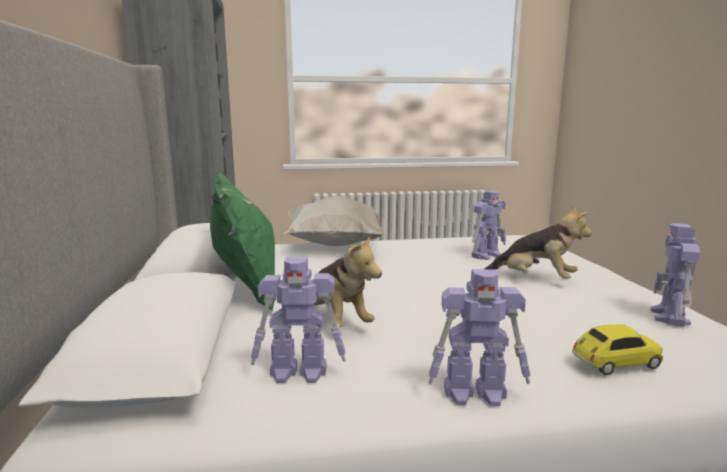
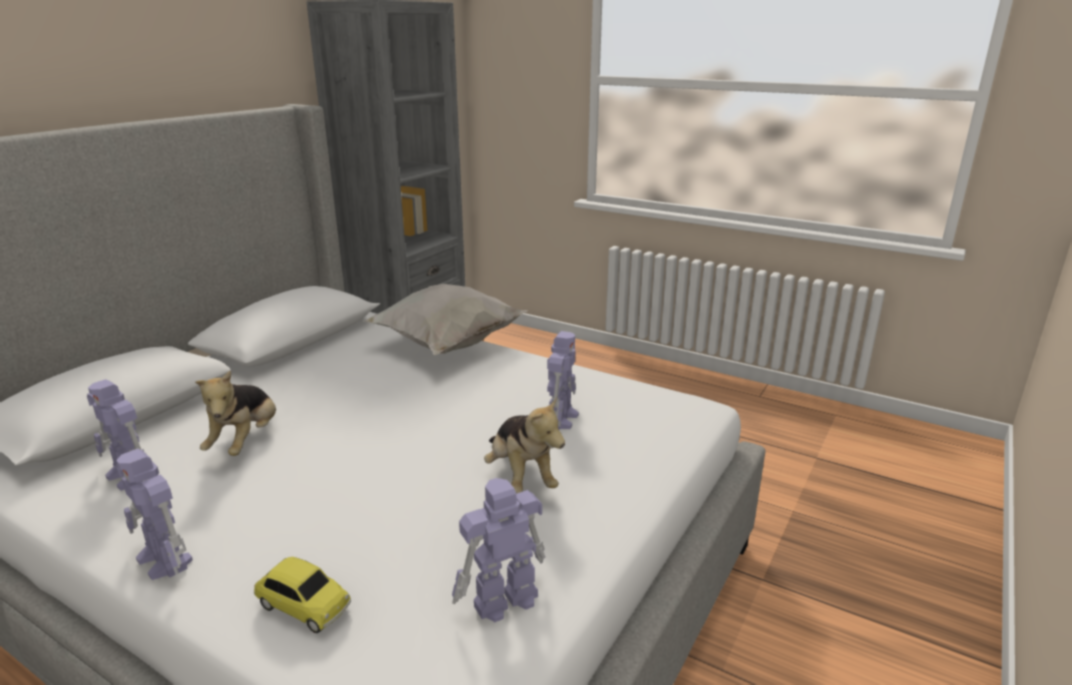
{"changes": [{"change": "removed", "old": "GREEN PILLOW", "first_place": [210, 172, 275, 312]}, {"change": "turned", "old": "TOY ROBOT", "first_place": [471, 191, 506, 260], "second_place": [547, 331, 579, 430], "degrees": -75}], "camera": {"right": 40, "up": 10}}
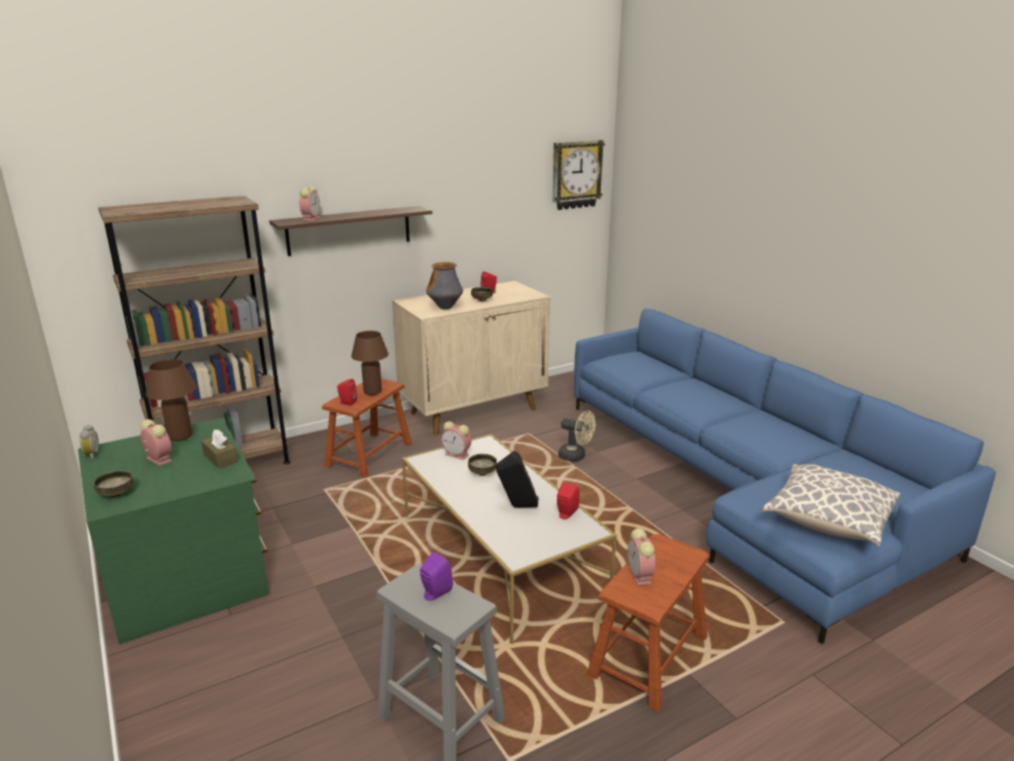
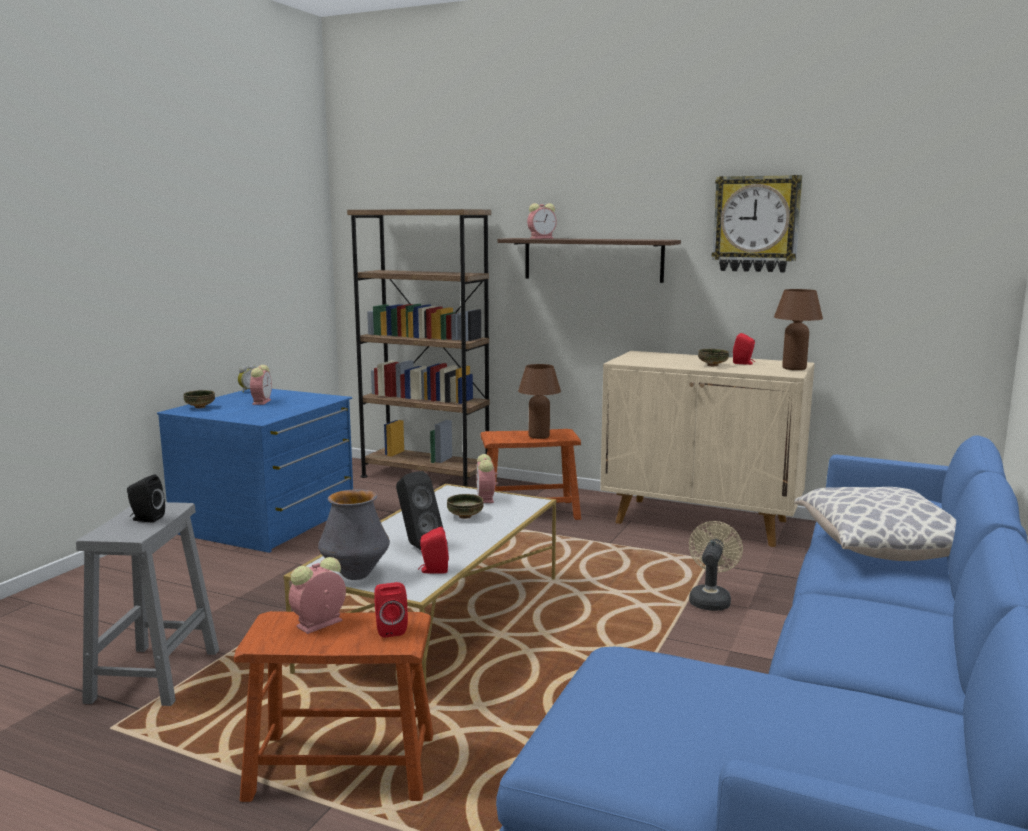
{"changes": [{"change": "removed", "old": "BROWN TISSUE BOX", "first_place": [201, 429, 238, 469]}, {"change": "moved", "old": "BROWN TABLE LAMP", "first_place": [146, 359, 197, 441], "second_place": [774, 289, 823, 370]}, {"change": "moved", "old": "RED SPEAKER", "first_place": [337, 379, 357, 406], "second_place": [374, 582, 408, 638]}, {"change": "moved", "old": "VASE", "first_place": [426, 262, 463, 309], "second_place": [318, 489, 390, 580]}, {"change": "moved", "old": "WALL CLOCK", "first_place": [552, 140, 605, 210], "second_place": [712, 175, 802, 272]}, {"change": "moved", "old": "PILLOW", "first_place": [761, 464, 900, 546], "second_place": [794, 487, 956, 561]}, {"change": "recoloured", "old": "GREEN DRESSER", "new": "BLUE DRESSER", "first_place": [78, 418, 269, 644], "second_place": [157, 389, 353, 553]}, {"change": "recoloured", "old": "PURPLE SPEAKER", "new": "BLACK SPEAKER", "first_place": [420, 552, 453, 601], "second_place": [127, 475, 165, 523]}, {"change": "turned", "old": "BEIGE FAN", "first_place": [558, 410, 595, 462], "second_place": [689, 521, 743, 611], "degrees": -150}], "camera": {"right": 55, "up": -10}}
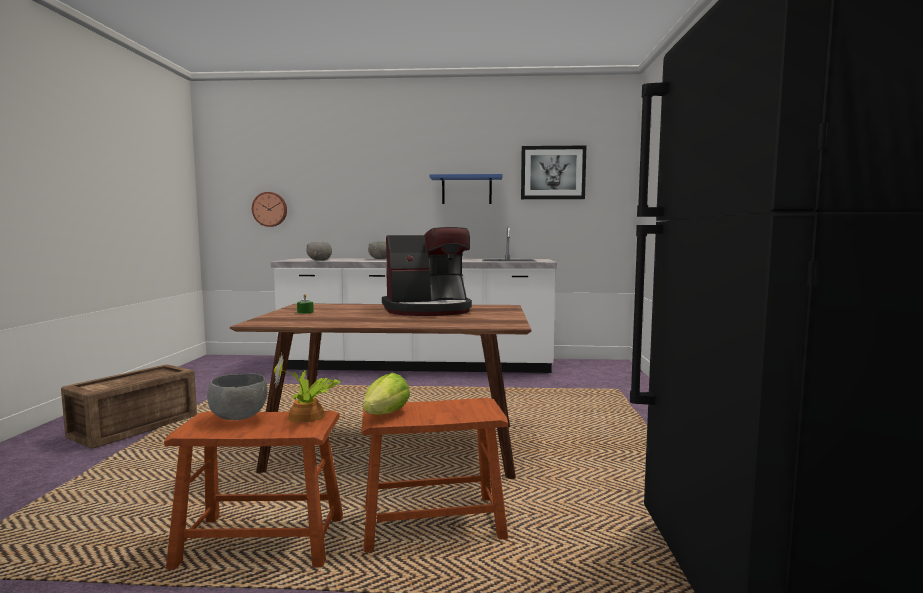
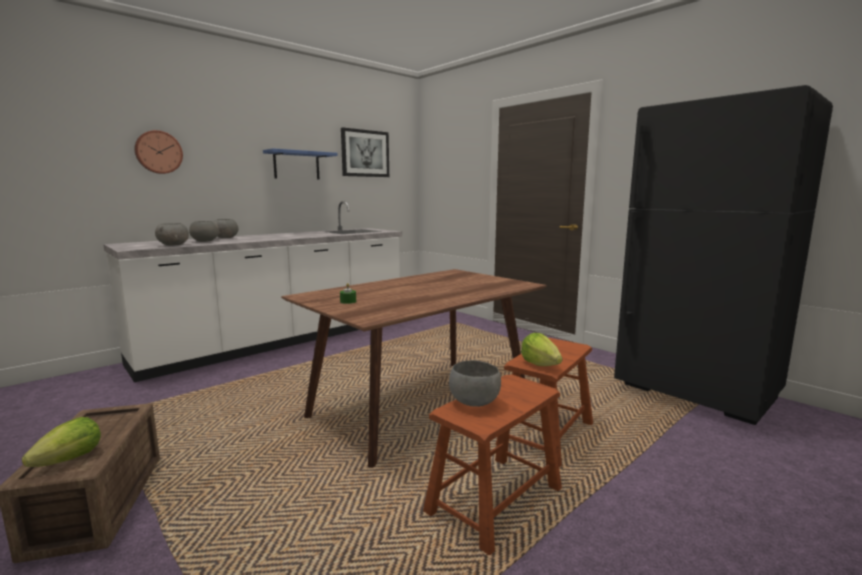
{"changes": [{"change": "removed", "old": "POTTED PLANT", "first_place": [274, 352, 341, 423]}, {"change": "removed", "old": "COFFEE MACHINE", "first_place": [382, 227, 472, 316]}, {"change": "added", "new": "LETTUCE", "second_place": [22, 417, 101, 467]}, {"change": "added", "new": "GREY BOWL", "second_place": [189, 221, 219, 242]}, {"change": "moved", "old": "WALL CLOCK", "first_place": [252, 192, 287, 227], "second_place": [134, 130, 183, 174]}], "camera": {"right": -45, "up": 5}}
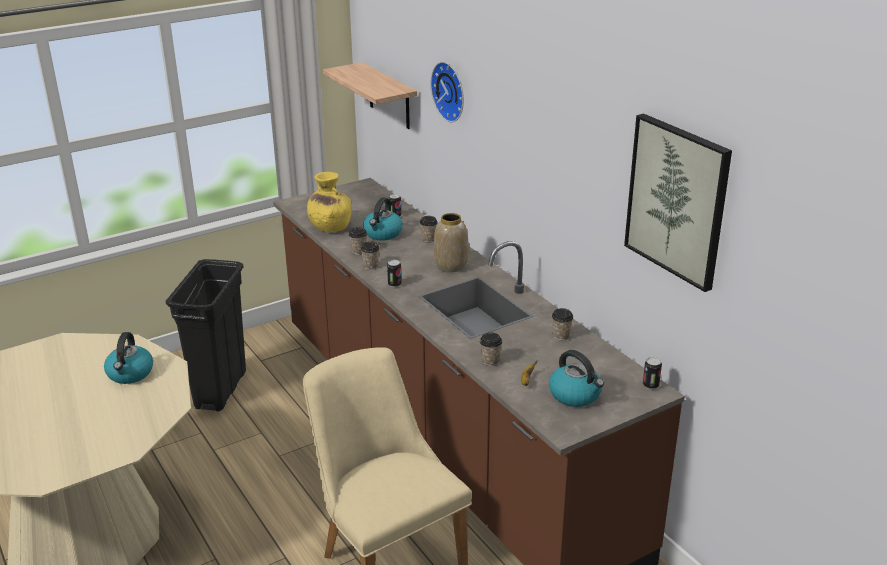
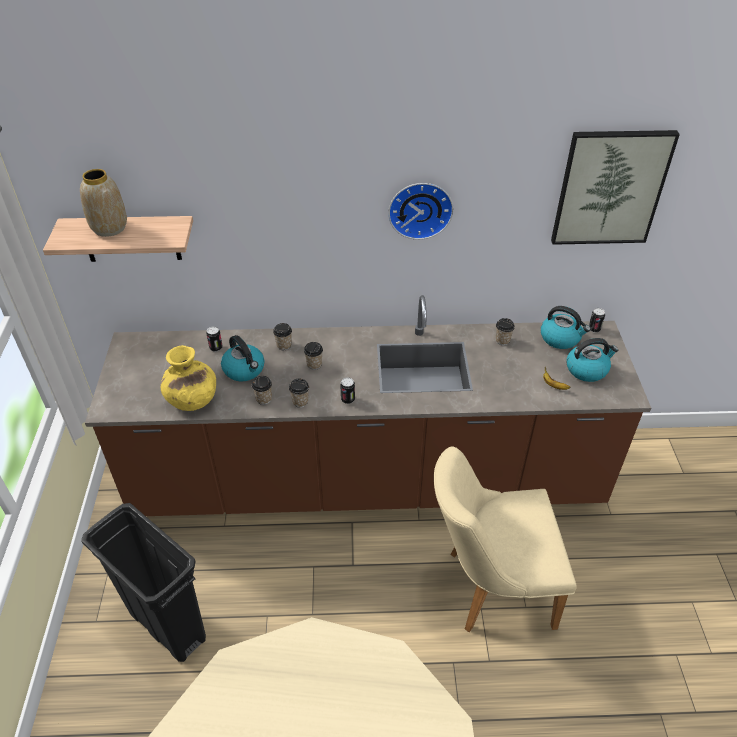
{"changes": [{"change": "moved", "old": "KETTLE", "first_place": [104, 332, 153, 384], "second_place": [541, 306, 591, 349]}, {"change": "moved", "old": "WALL CLOCK", "first_place": [430, 62, 464, 122], "second_place": [388, 183, 454, 240]}, {"change": "moved", "old": "VASE", "first_place": [434, 213, 469, 272], "second_place": [80, 169, 127, 237]}, {"change": "moved", "old": "CUP", "first_place": [480, 333, 502, 366], "second_place": [304, 342, 323, 370]}], "camera": {"right": -60, "up": 15}}
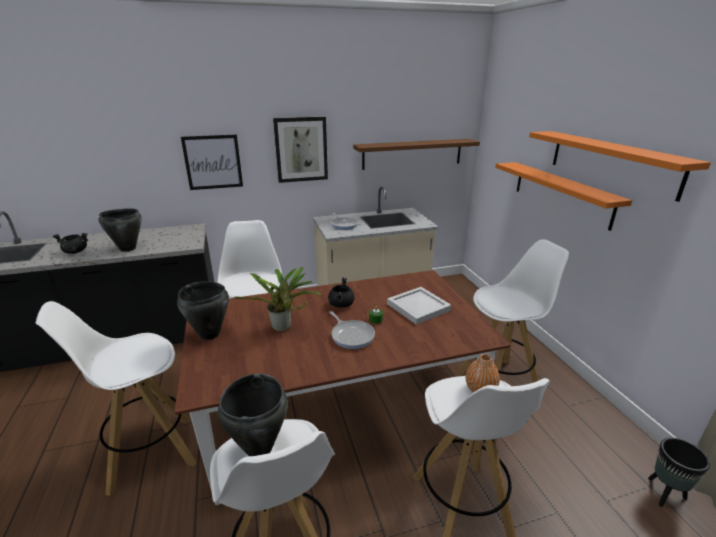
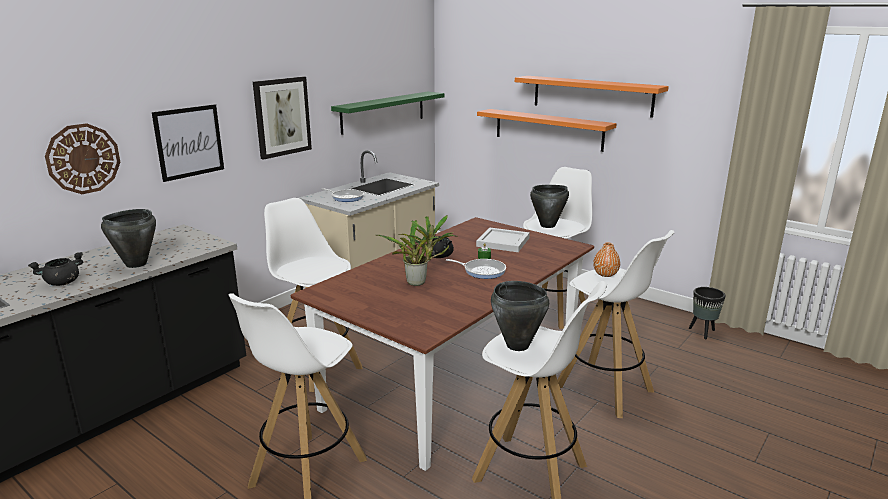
{"changes": [{"change": "added", "new": "WALL CLOCK", "second_place": [45, 123, 120, 194]}, {"change": "moved", "old": "BLACK COOKING POT", "first_place": [177, 281, 229, 340], "second_place": [530, 185, 569, 228]}, {"change": "recoloured", "old": "BROWN SHELF", "new": "GREEN SHELF", "first_place": [353, 139, 480, 170], "second_place": [331, 92, 444, 135]}], "camera": {"right": -35, "up": -5}}
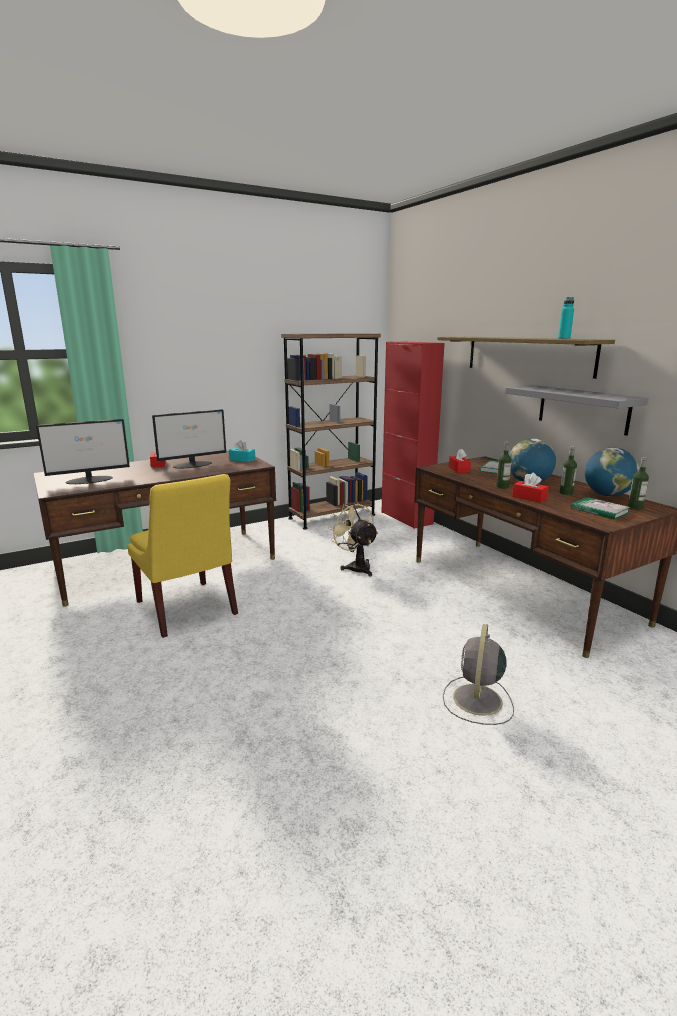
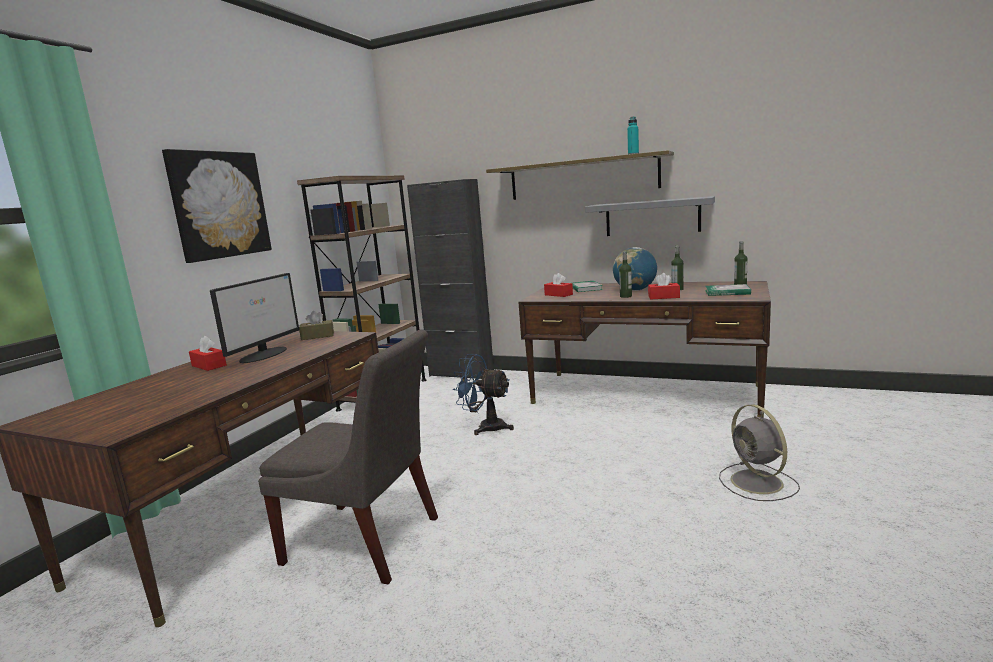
{"changes": [{"change": "removed", "old": "MONITOR", "first_place": [36, 419, 130, 484]}, {"change": "removed", "old": "GLOBE", "first_place": [585, 448, 639, 497]}, {"change": "added", "new": "PICTURE", "second_place": [162, 149, 272, 263]}, {"change": "recoloured", "old": "YELLOW CHAIR", "new": "GREY CHAIR", "first_place": [127, 474, 238, 638], "second_place": [258, 330, 438, 584]}, {"change": "recoloured", "old": "TURQUOISE TISSUE BOX", "new": "BROWN TISSUE BOX", "first_place": [229, 440, 255, 462], "second_place": [299, 311, 334, 340]}, {"change": "recoloured", "old": "BEIGE FAN", "new": "BLUE FAN", "first_place": [328, 502, 378, 577], "second_place": [453, 354, 514, 435]}, {"change": "recoloured", "old": "RED CABINET", "new": "BLACK CABINET", "first_place": [381, 342, 444, 529], "second_place": [407, 179, 494, 379]}], "camera": {"right": -35, "up": -5}}
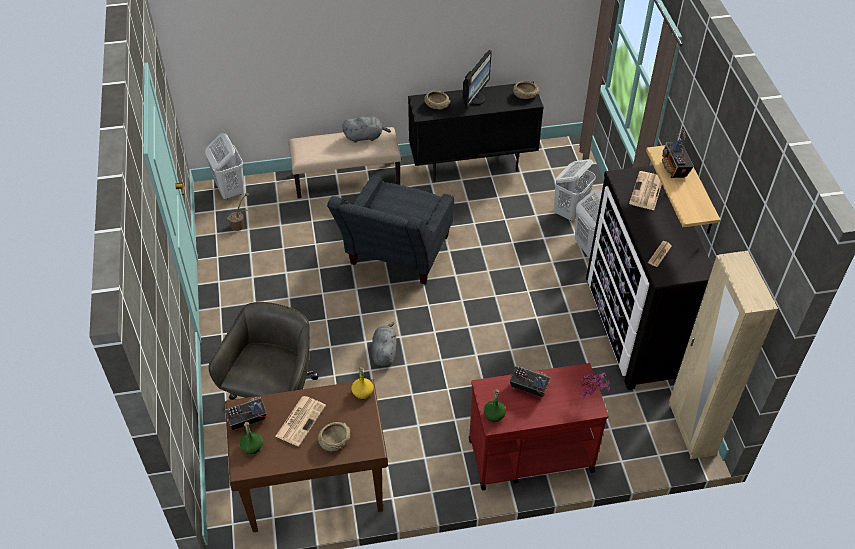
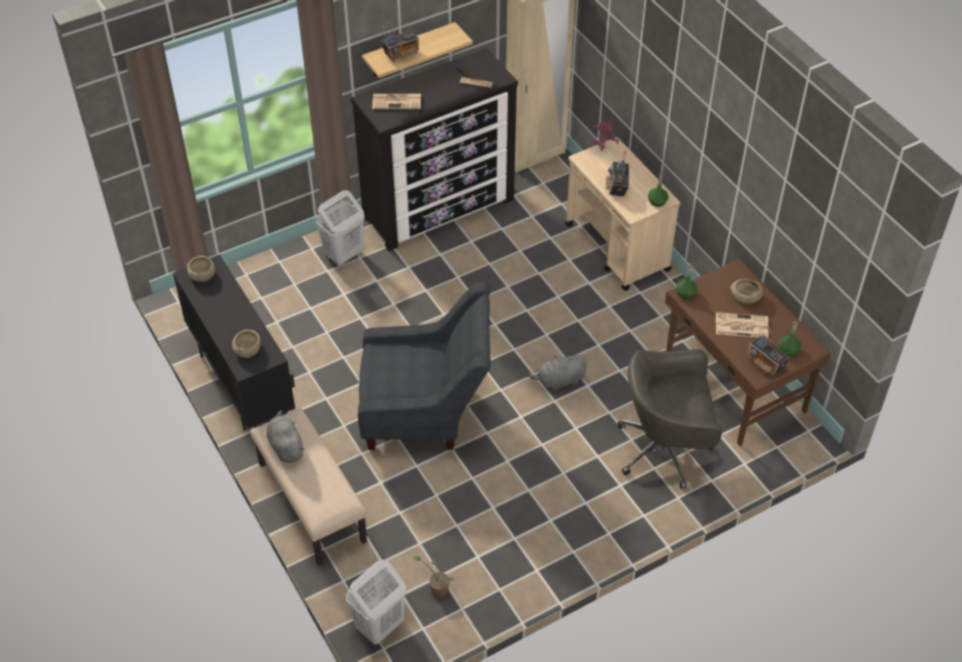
{"changes": [{"change": "removed", "old": "MONITOR", "first_place": [463, 50, 492, 108]}, {"change": "removed", "old": "WHITE LAUNDRY BASKET", "first_place": [554, 159, 596, 221]}, {"change": "recoloured", "old": "YELLOW BOTTLE", "new": "GREEN BOTTLE", "first_place": [351, 367, 373, 399], "second_place": [676, 264, 698, 299]}, {"change": "recoloured", "old": "RED CART", "new": "BEIGE CART", "first_place": [469, 363, 609, 490], "second_place": [565, 137, 680, 291]}], "camera": {"right": -110, "up": 0}}
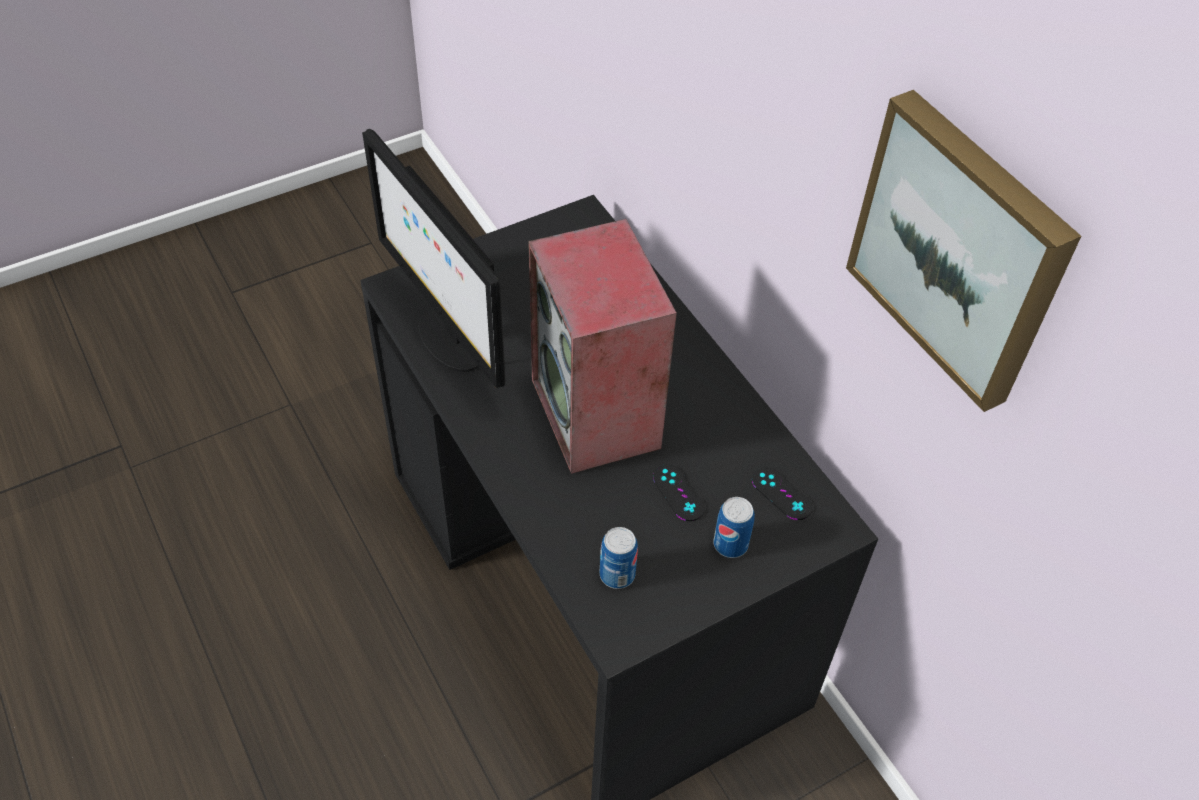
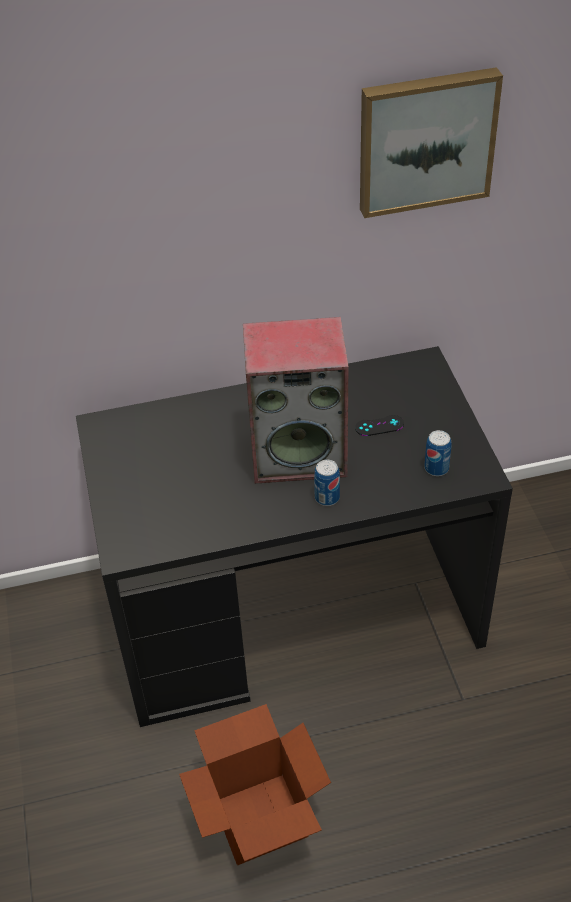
{"changes": [{"change": "removed", "old": "MONITOR", "first_place": [362, 129, 505, 389]}, {"change": "removed", "old": "BLACK GAME CONTROLLER", "first_place": [752, 467, 813, 520]}, {"change": "added", "new": "CARDBOARD BOX", "second_place": [179, 704, 331, 865]}, {"change": "moved", "old": "CAN", "first_place": [713, 497, 755, 558], "second_place": [314, 459, 340, 506]}], "camera": {"right": -70, "up": -5}}
